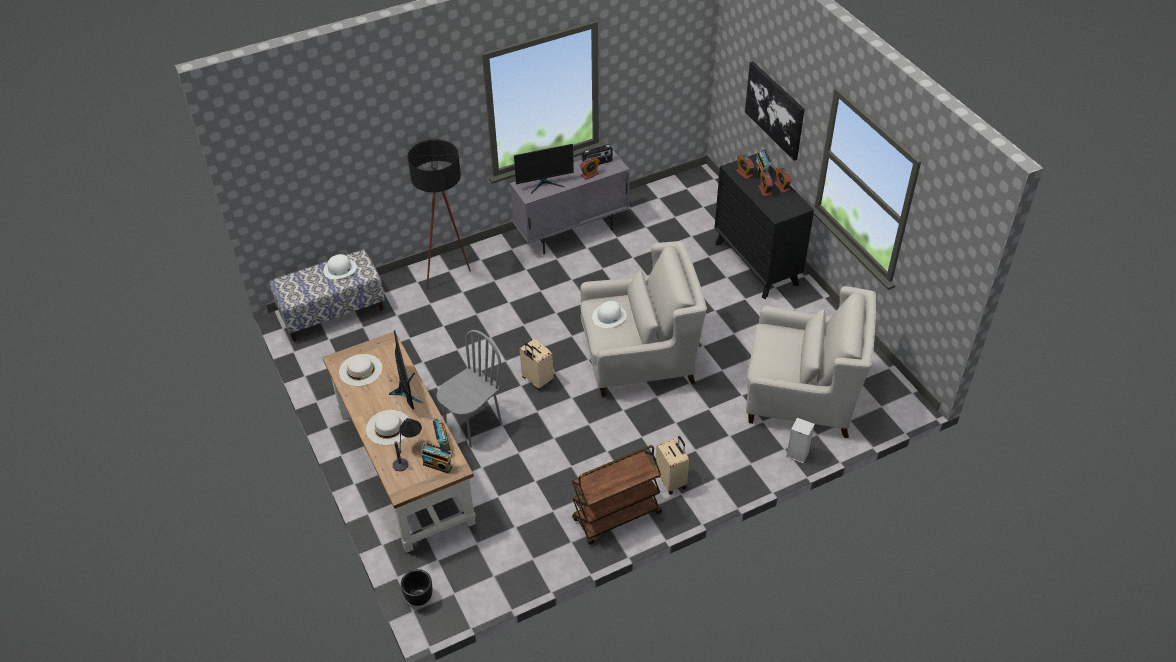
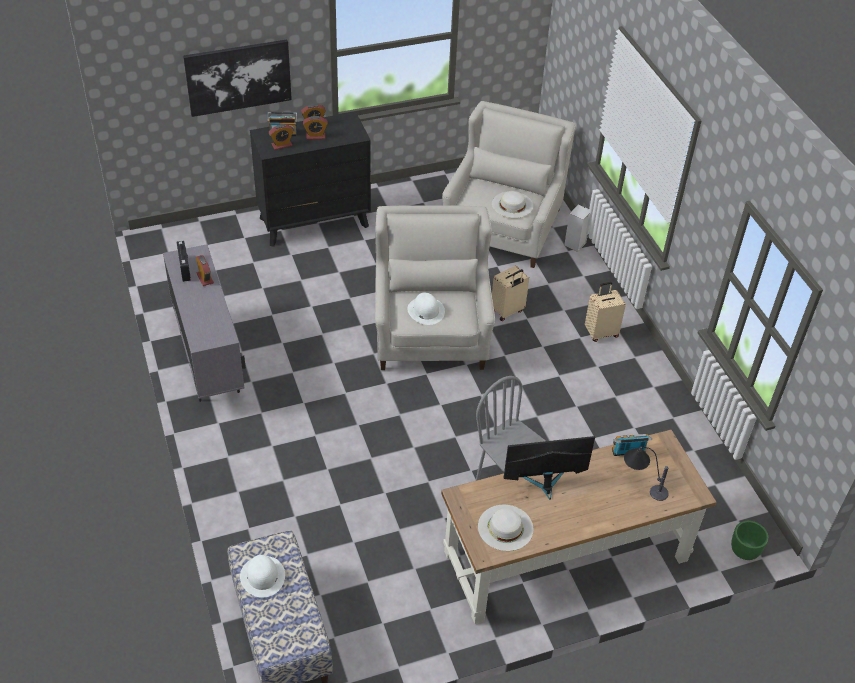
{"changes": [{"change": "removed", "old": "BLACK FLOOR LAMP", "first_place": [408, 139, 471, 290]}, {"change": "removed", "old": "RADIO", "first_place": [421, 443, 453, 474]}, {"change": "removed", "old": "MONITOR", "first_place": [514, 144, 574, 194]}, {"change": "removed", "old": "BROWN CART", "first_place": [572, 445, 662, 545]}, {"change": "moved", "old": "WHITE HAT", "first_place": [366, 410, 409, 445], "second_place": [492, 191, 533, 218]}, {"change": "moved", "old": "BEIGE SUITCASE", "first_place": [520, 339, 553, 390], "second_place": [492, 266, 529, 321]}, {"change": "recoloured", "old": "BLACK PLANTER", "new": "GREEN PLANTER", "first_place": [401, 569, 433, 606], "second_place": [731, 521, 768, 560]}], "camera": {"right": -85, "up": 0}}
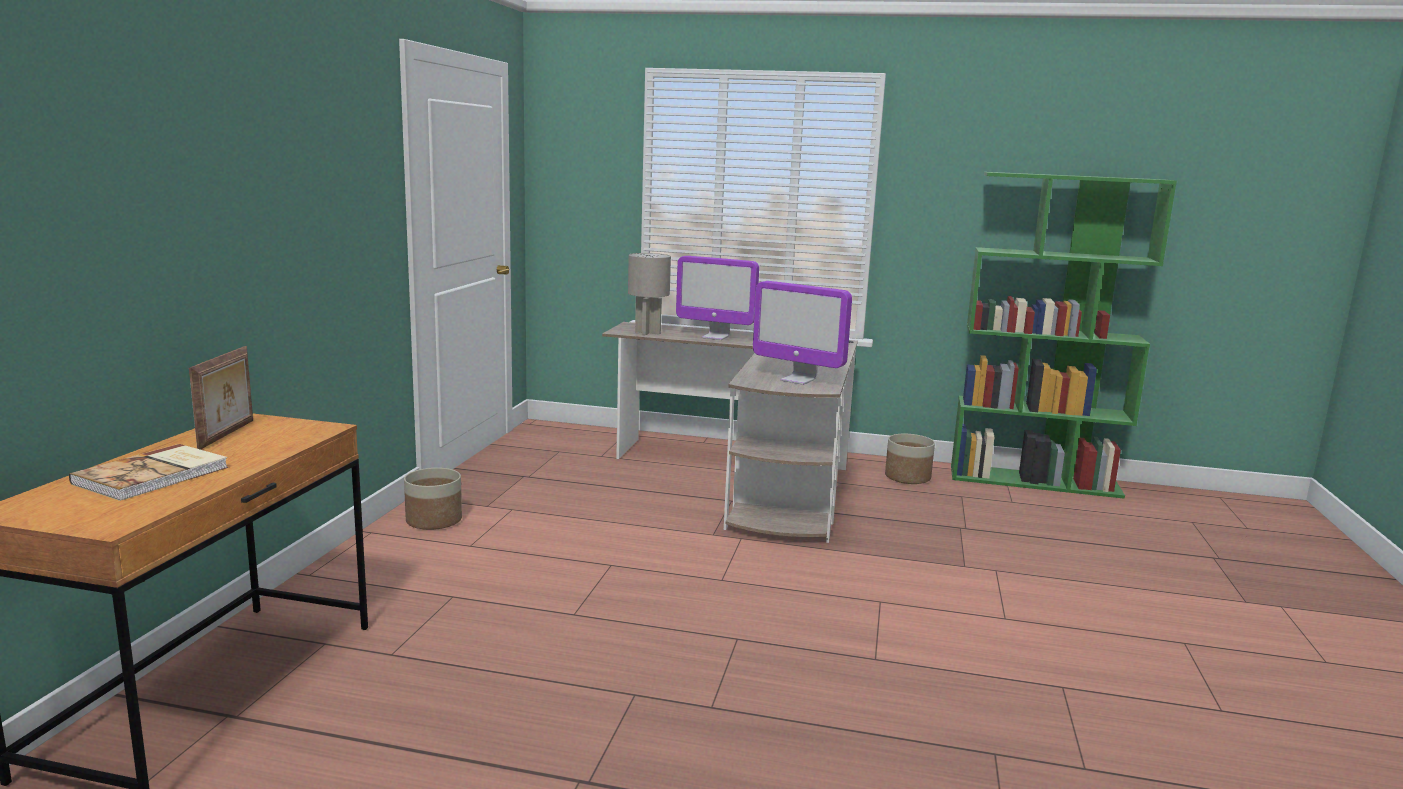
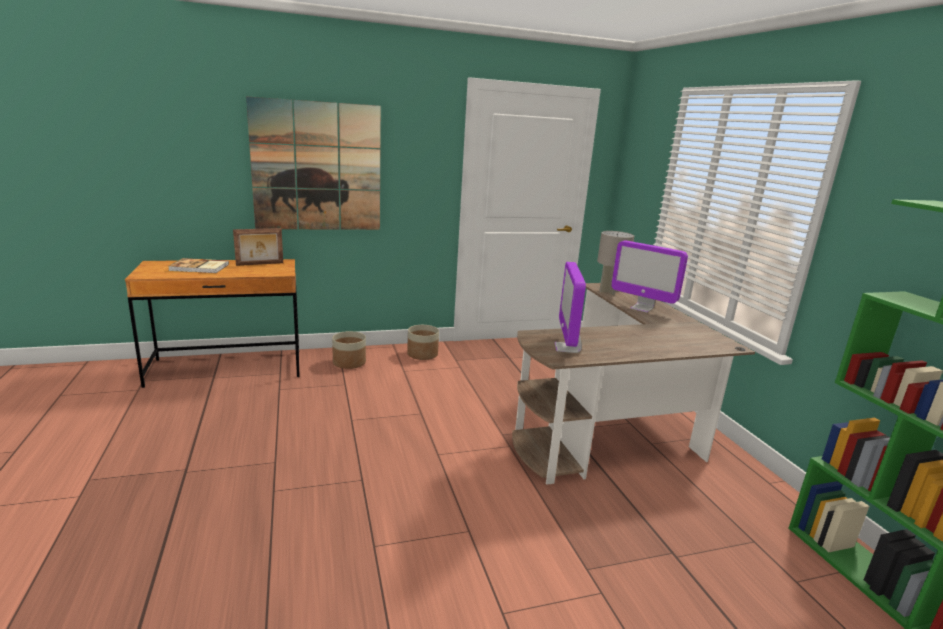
{"changes": [{"change": "added", "new": "PICTURE", "second_place": [246, 96, 381, 230]}, {"change": "moved", "old": "PLANTER", "first_place": [885, 434, 935, 484], "second_place": [332, 331, 366, 369]}, {"change": "turned", "old": "MONITOR", "first_place": [676, 256, 759, 340], "second_place": [611, 240, 688, 313], "degrees": -45}], "camera": {"right": 60, "up": 5}}
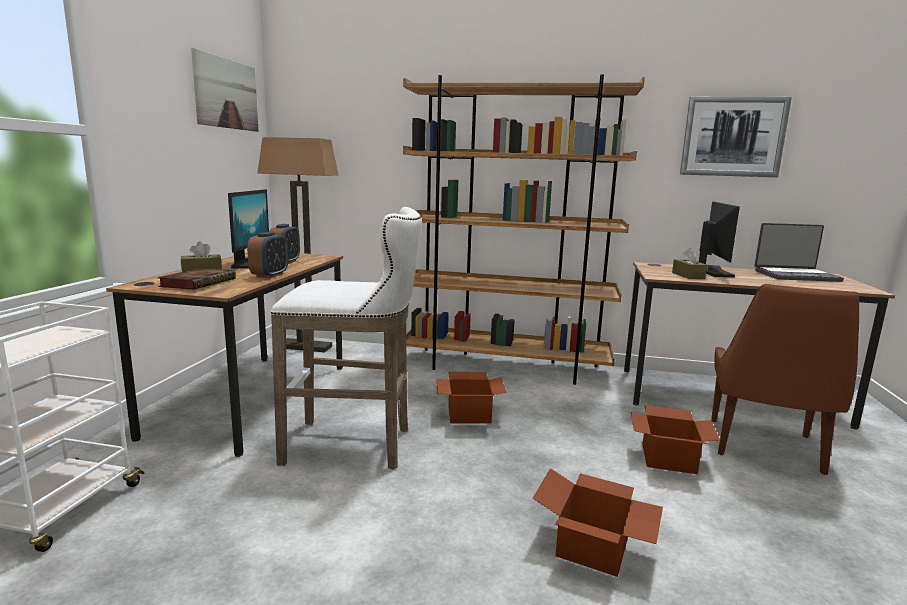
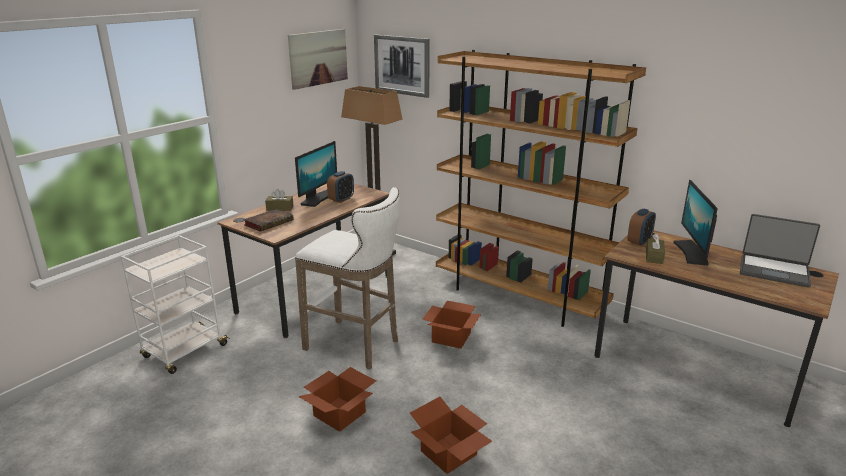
{"changes": [{"change": "removed", "old": "BROWN CHAIR", "first_place": [711, 284, 859, 475]}, {"change": "moved", "old": "ALARM CLOCK", "first_place": [247, 232, 288, 278], "second_place": [627, 209, 656, 246]}, {"change": "moved", "old": "CARDBOARD BOX", "first_place": [631, 405, 720, 474], "second_place": [298, 367, 376, 432]}, {"change": "moved", "old": "PICTURE", "first_place": [680, 97, 792, 177], "second_place": [374, 35, 430, 98]}, {"change": "turned", "old": "MONITOR", "first_place": [699, 201, 740, 277], "second_place": [673, 180, 717, 266], "degrees": 150}], "camera": {"right": 25, "up": 10}}
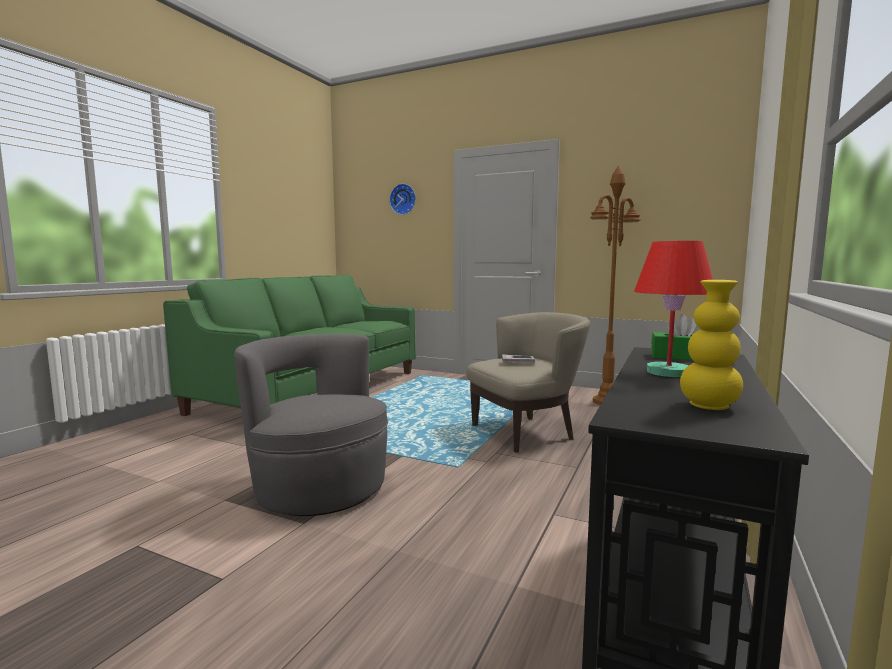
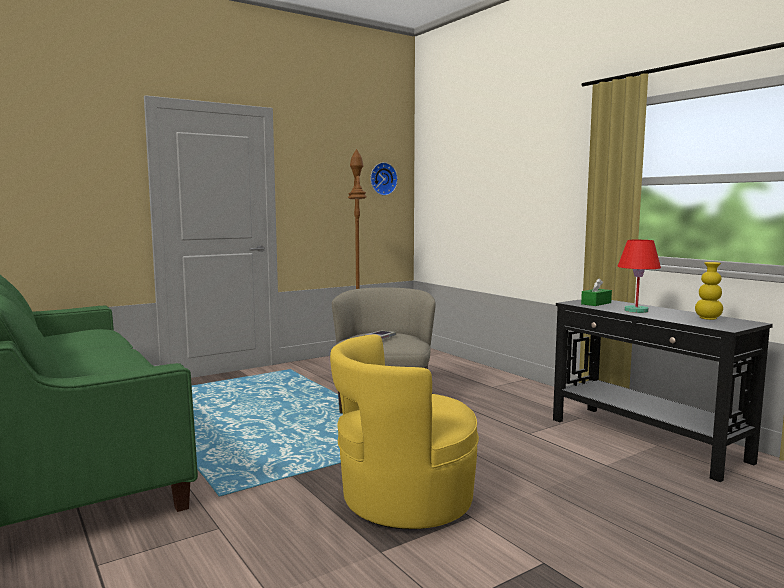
{"changes": [{"change": "moved", "old": "WALL CLOCK", "first_place": [389, 184, 416, 215], "second_place": [370, 162, 398, 196]}, {"change": "recoloured", "old": "GREY ARMCHAIR", "new": "YELLOW ARMCHAIR", "first_place": [234, 333, 388, 516], "second_place": [330, 335, 479, 529]}], "camera": {"right": -60, "up": 0}}
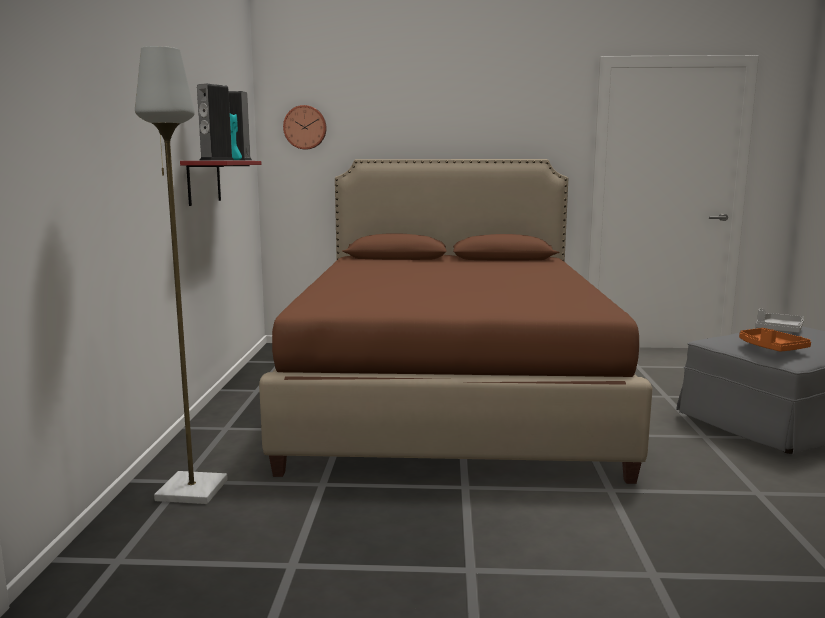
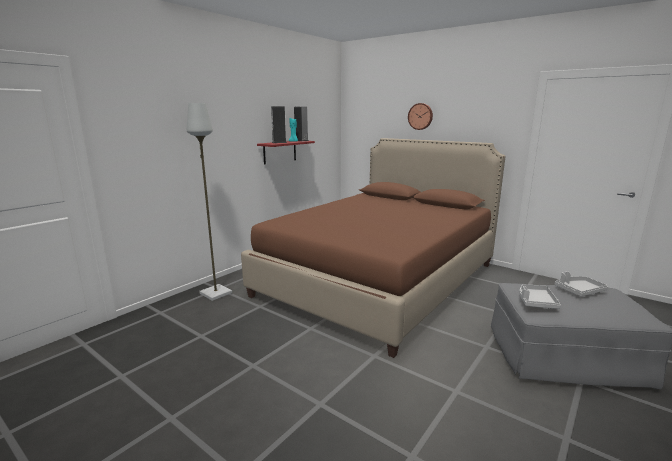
{"changes": [{"change": "moved", "old": "WALL CLOCK", "first_place": [283, 105, 327, 149], "second_place": [408, 103, 433, 130]}, {"change": "recoloured", "old": "ORANGE TRAY", "new": "GREY TRAY", "first_place": [739, 328, 811, 352], "second_place": [519, 284, 561, 309]}], "camera": {"right": 35, "up": 5}}
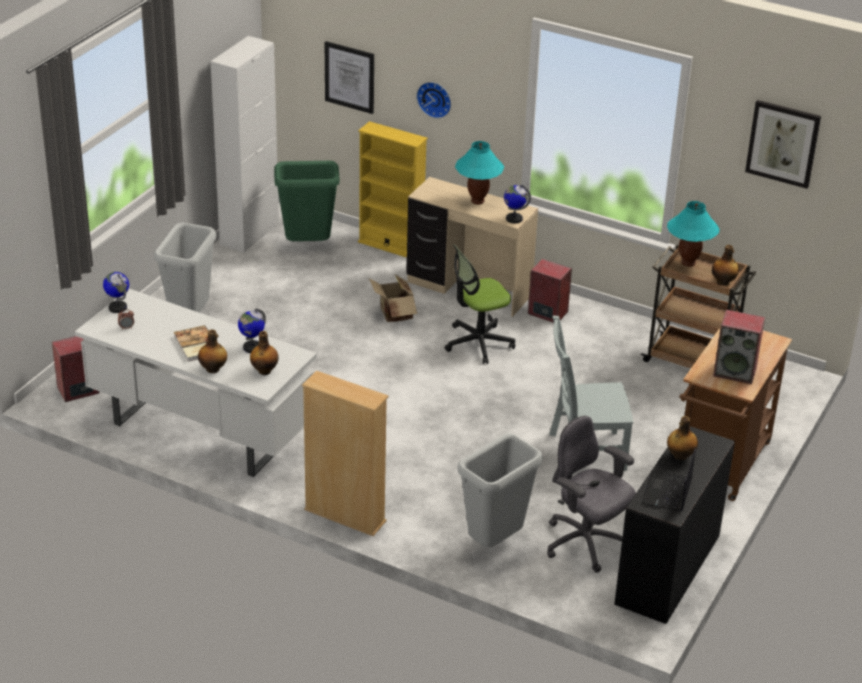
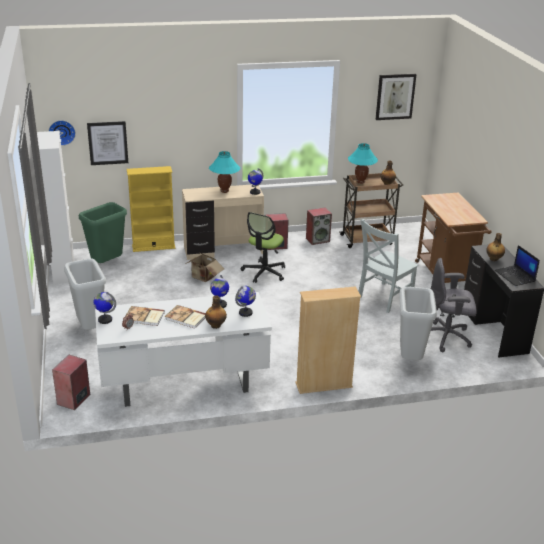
{"changes": [{"change": "added", "new": "BOOK", "second_place": [125, 306, 165, 326]}, {"change": "moved", "old": "WALL CLOCK", "first_place": [416, 82, 451, 119], "second_place": [48, 120, 76, 146]}, {"change": "moved", "old": "SPEAKER", "first_place": [713, 310, 765, 384], "second_place": [306, 207, 332, 245]}, {"change": "replaced", "old": "BOTTLE", "new": "GLOBE", "first_place": [250, 331, 279, 375], "second_place": [235, 286, 256, 317]}], "camera": {"right": -40, "up": -5}}
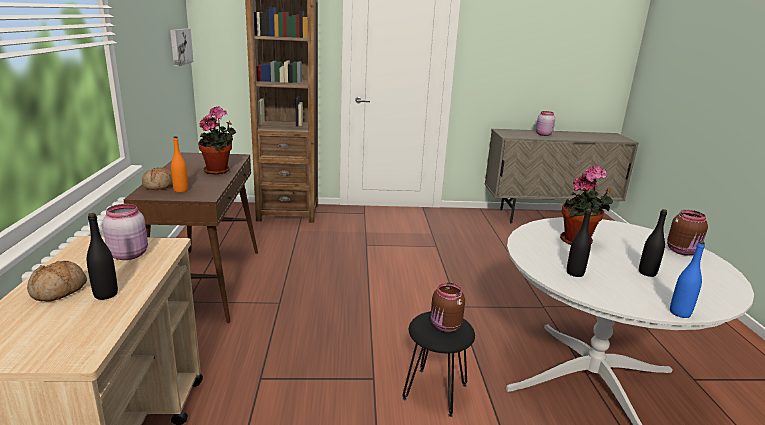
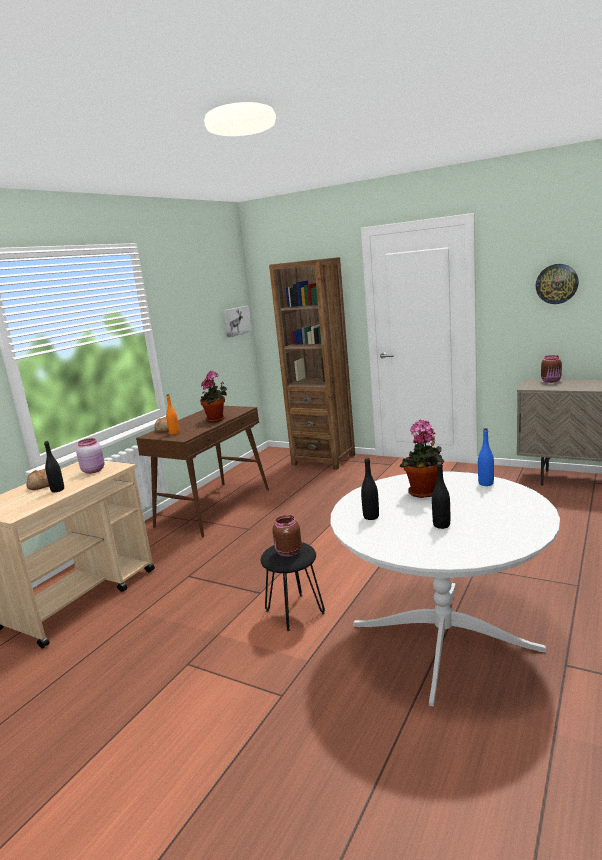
{"changes": [{"change": "removed", "old": "PINK JAR", "first_place": [536, 111, 555, 136]}, {"change": "added", "new": "WALL CLOCK", "second_place": [536, 264, 579, 304]}, {"change": "moved", "old": "BROWN JAR", "first_place": [667, 210, 708, 256], "second_place": [541, 355, 562, 383]}, {"change": "moved", "old": "BLUE BOTTLE", "first_place": [670, 241, 705, 318], "second_place": [478, 428, 494, 486]}], "camera": {"right": 35, "up": -5}}
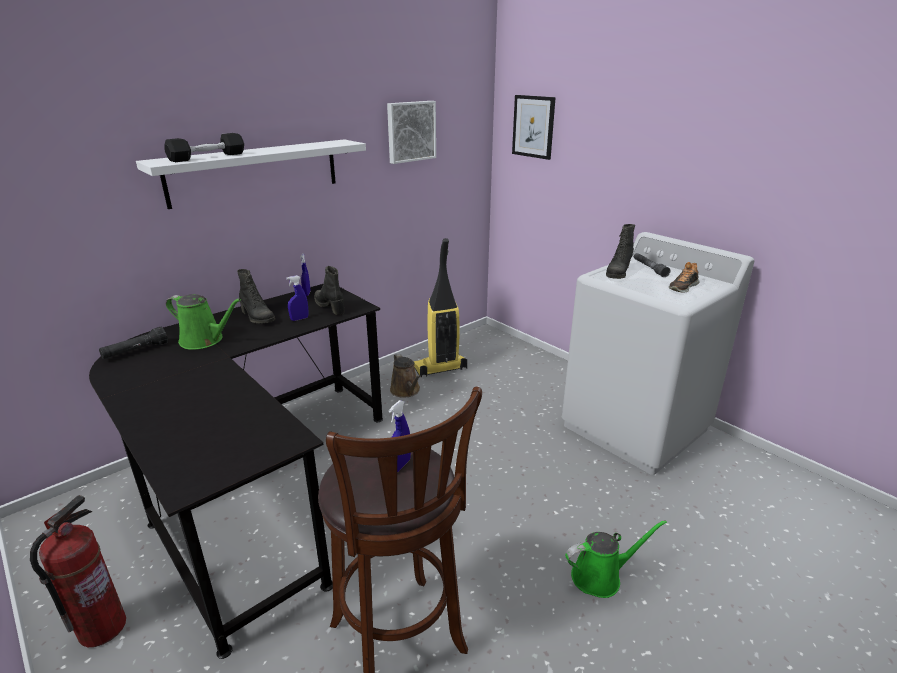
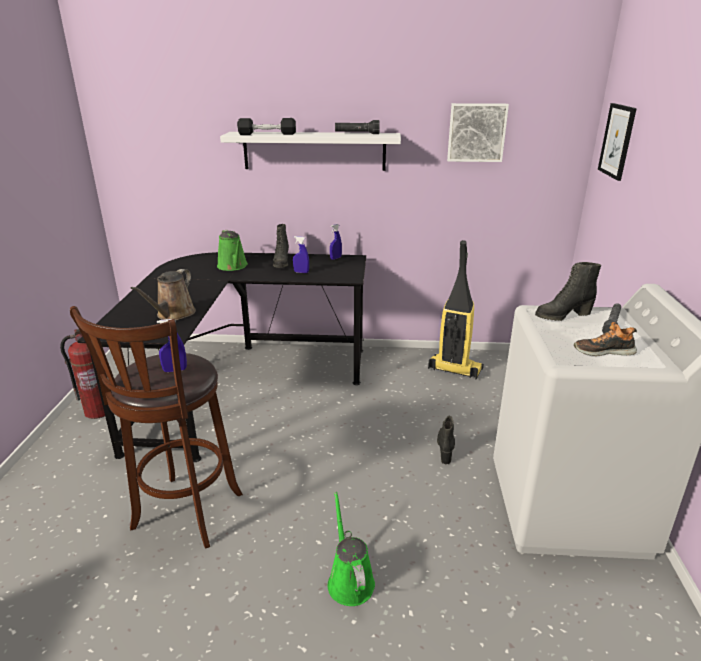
{"changes": [{"change": "moved", "old": "BLACK FLASHLIGHT", "first_place": [99, 327, 168, 359], "second_place": [335, 120, 380, 134]}, {"change": "moved", "old": "BLACK BOOT", "first_place": [314, 266, 344, 315], "second_place": [437, 416, 455, 465]}, {"change": "moved", "old": "BROWN WATERING CAN", "first_place": [390, 353, 421, 398], "second_place": [131, 269, 196, 320]}, {"change": "turned", "old": "GREEN WATERING CAN", "first_place": [565, 520, 667, 598], "second_place": [328, 492, 375, 606], "degrees": -135}], "camera": {"right": 45, "up": 0}}
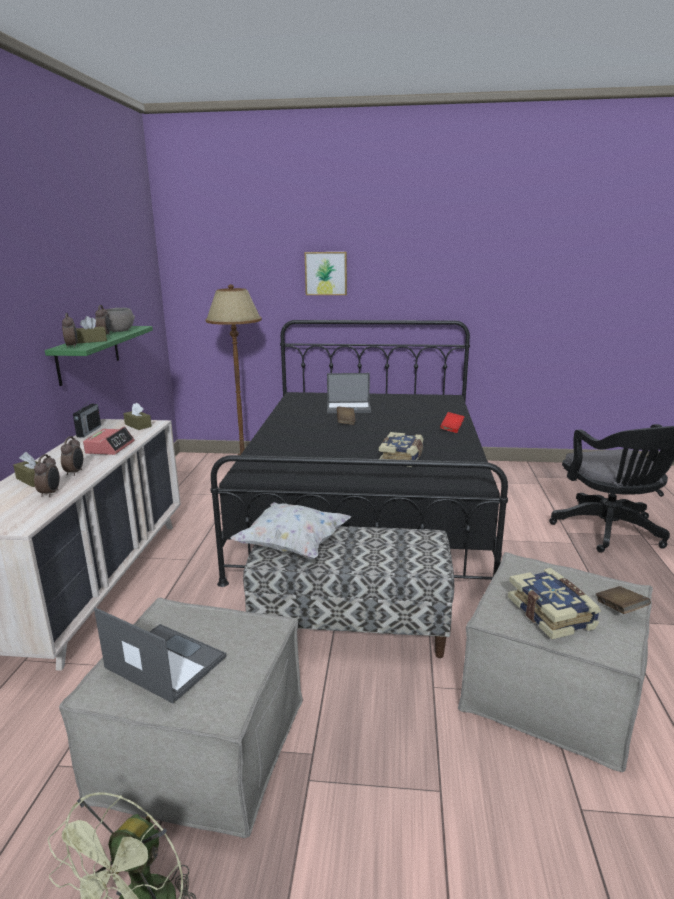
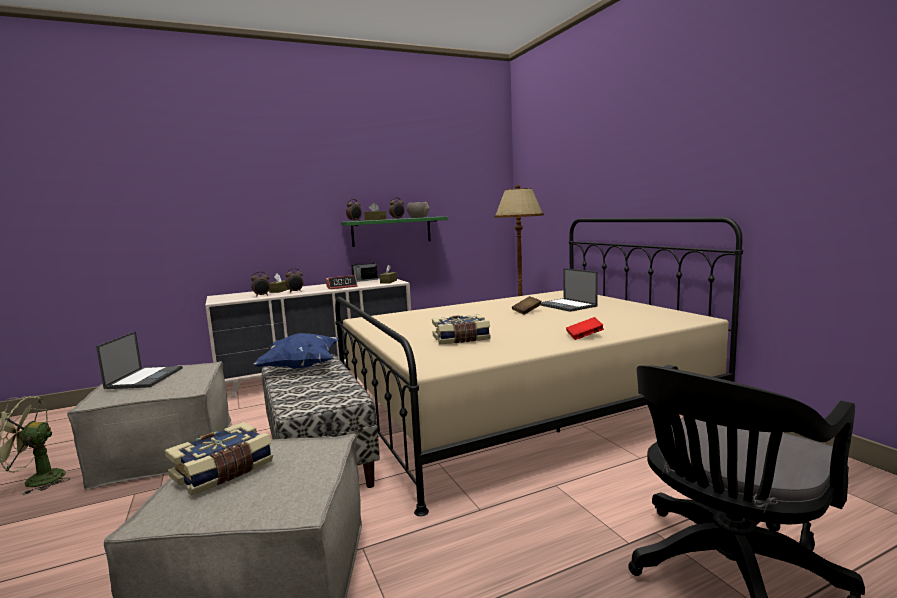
{"changes": [{"change": "removed", "old": "PICTURE", "first_place": [305, 252, 347, 295]}, {"change": "removed", "old": "BROWN BOOK", "first_place": [596, 586, 651, 614]}, {"change": "recoloured", "old": "BLACK BED", "new": "BEIGE BED", "first_place": [210, 320, 508, 587], "second_place": [335, 217, 743, 516]}, {"change": "recoloured", "old": "WHITE PILLOW", "new": "BLUE PILLOW", "first_place": [231, 502, 351, 559], "second_place": [253, 333, 339, 369]}], "camera": {"right": 60, "up": -10}}
